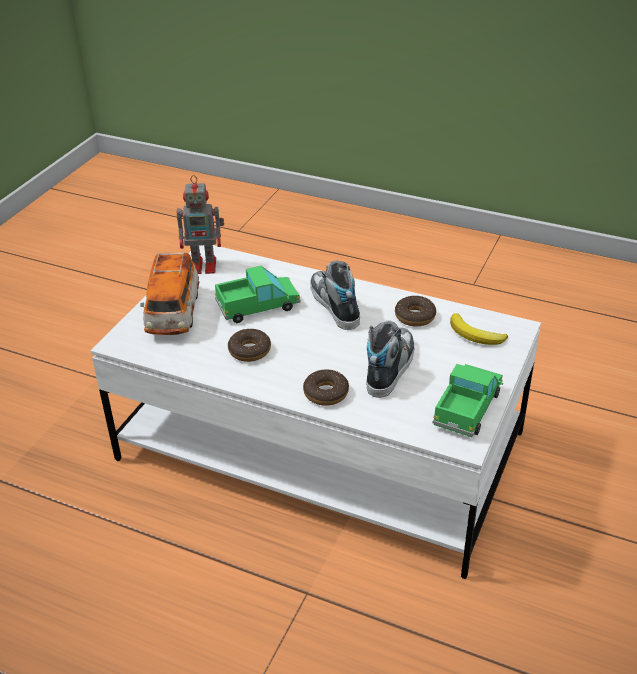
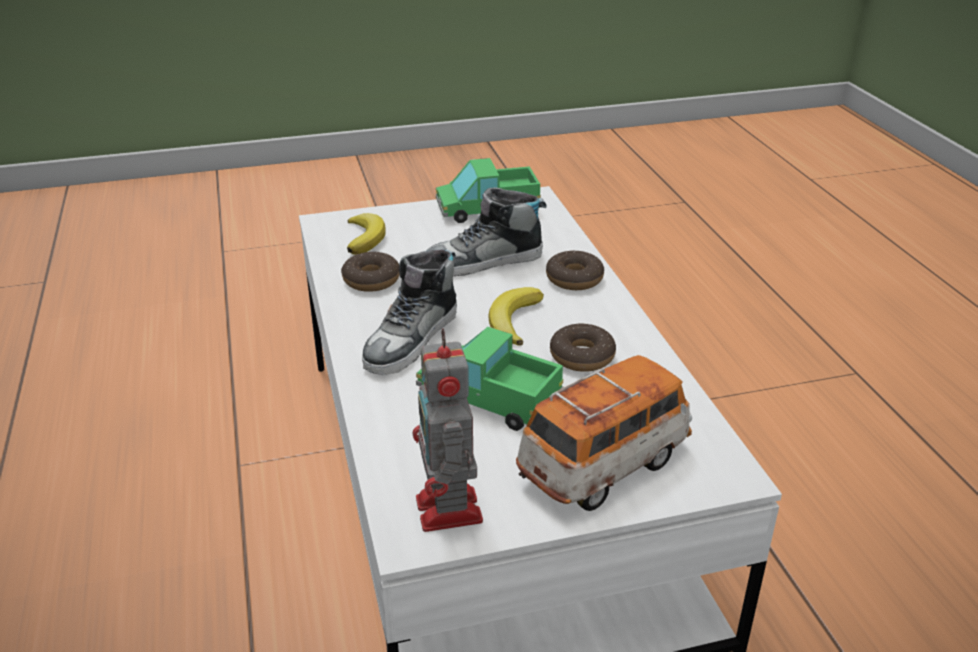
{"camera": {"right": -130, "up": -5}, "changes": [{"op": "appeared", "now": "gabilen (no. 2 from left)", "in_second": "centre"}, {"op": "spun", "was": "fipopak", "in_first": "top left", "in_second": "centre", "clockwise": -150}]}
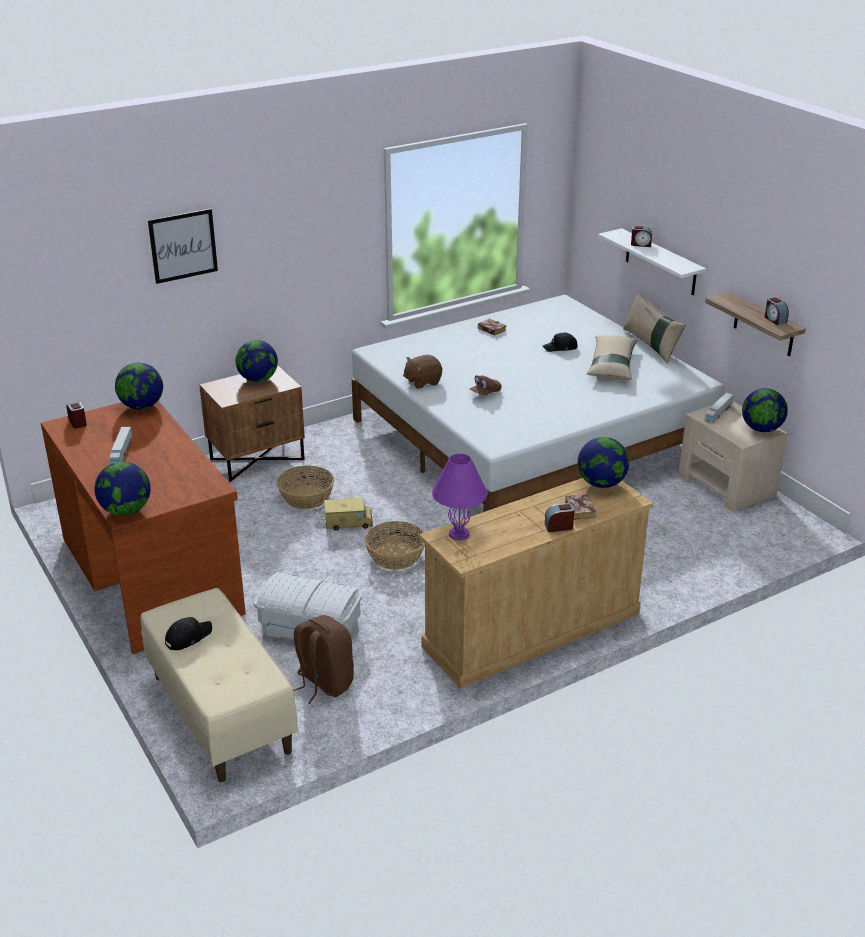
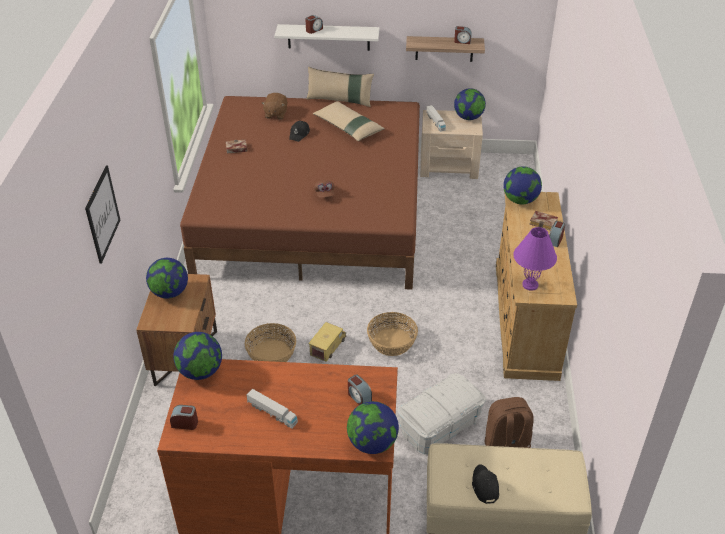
{"camera": {"right": -55, "up": 10}, "changes": [{"op": "appeared", "now": "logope (no. 3 from left)", "in_second": "bottom centre"}, {"op": "relocated", "was": "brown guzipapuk", "in_first": "centre", "in_second": "top centre"}, {"op": "colour", "was": "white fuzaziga", "now": "brown fuzaziga", "in_first": "centre", "in_second": "centre"}]}
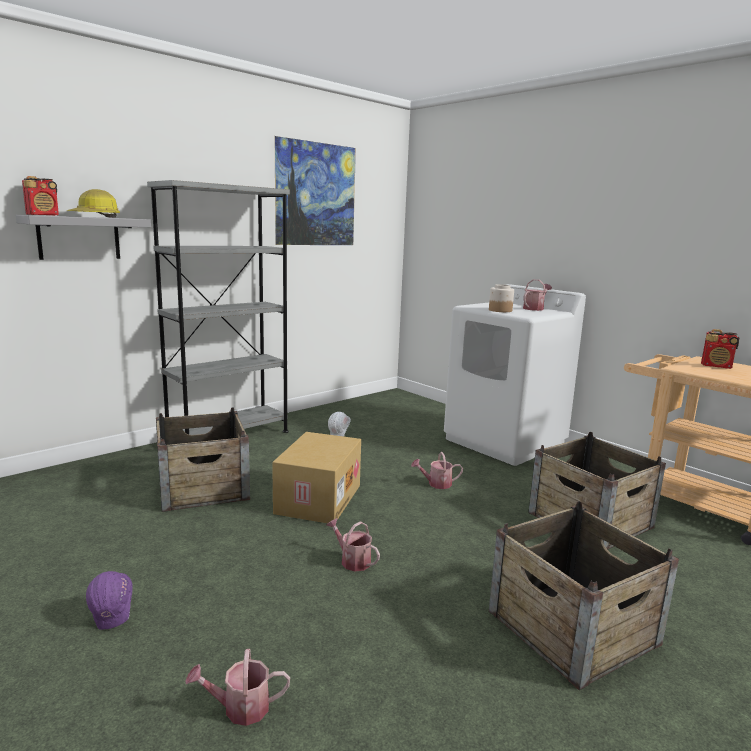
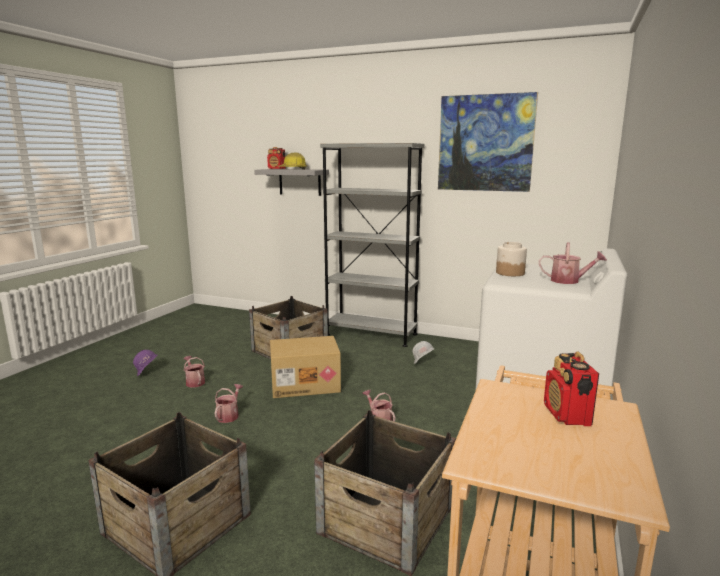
{"camera": {"right": 65, "up": 0}, "changes": [{"op": "relocated", "was": "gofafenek (no. 1 from left)", "in_first": "bottom left", "in_second": "middle left"}]}
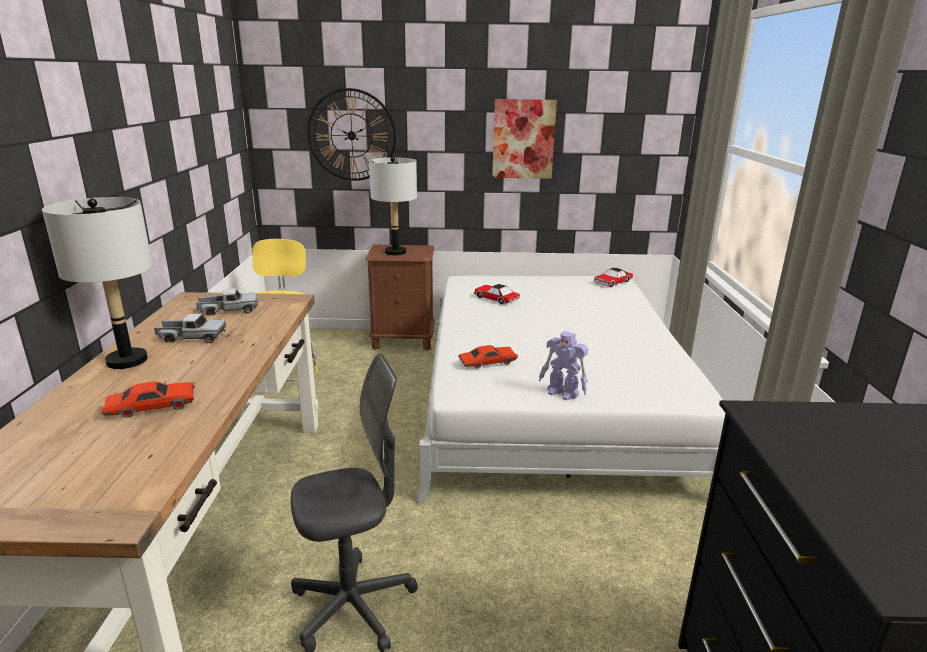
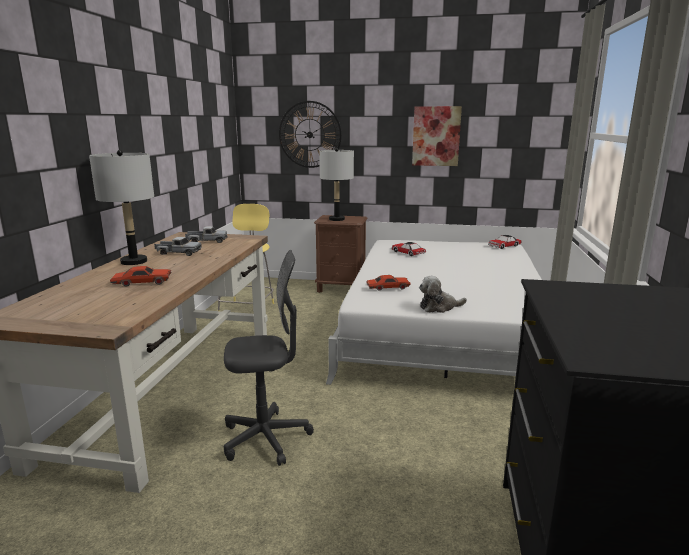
{"camera": {"right": 10, "up": -5}, "changes": [{"op": "exchanged", "was": "fipopak", "now": "guzipapuk", "in_first": "centre", "in_second": "centre"}]}
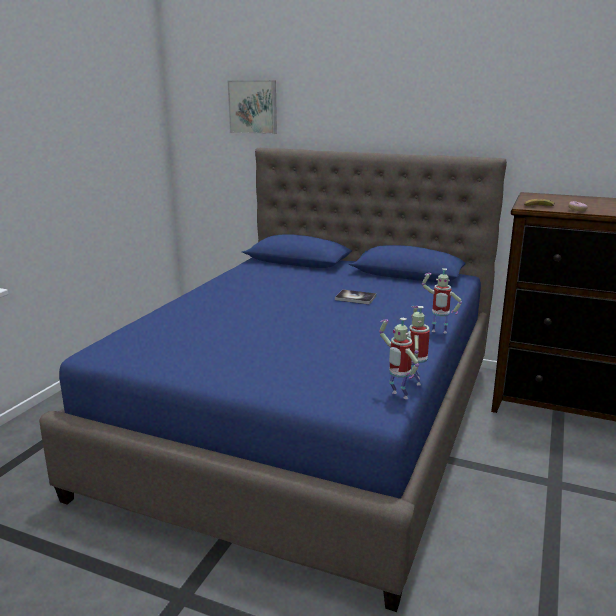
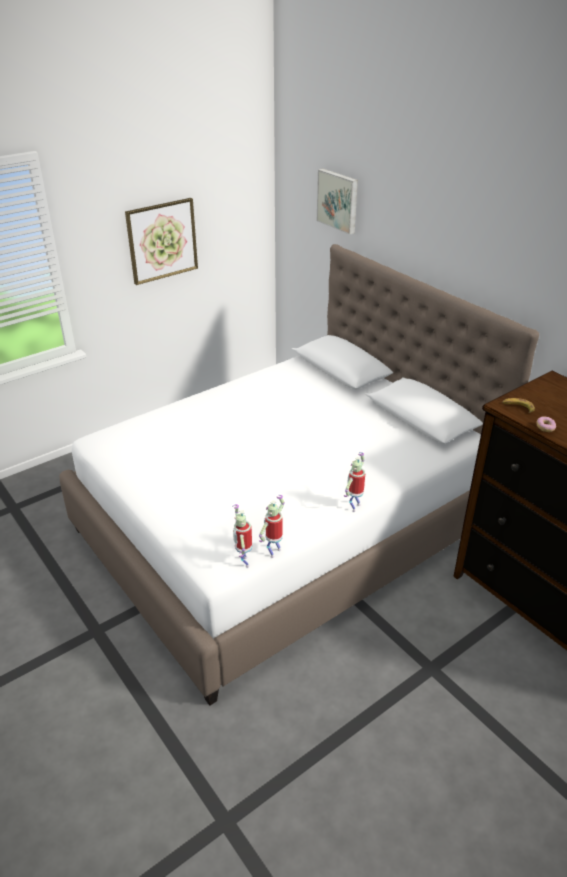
{"camera": {"right": 30, "up": 15}, "changes": [{"op": "missing", "was": "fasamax", "in_first": "centre"}, {"op": "appeared", "now": "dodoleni (no. 1 from left)", "in_second": "top left"}, {"op": "colour", "was": "blue fuzaziga", "now": "white fuzaziga", "in_first": "centre", "in_second": "centre"}, {"op": "spun", "was": "fipopak (no. 3 from left)", "in_first": "middle right", "in_second": "centre", "clockwise": 75}]}
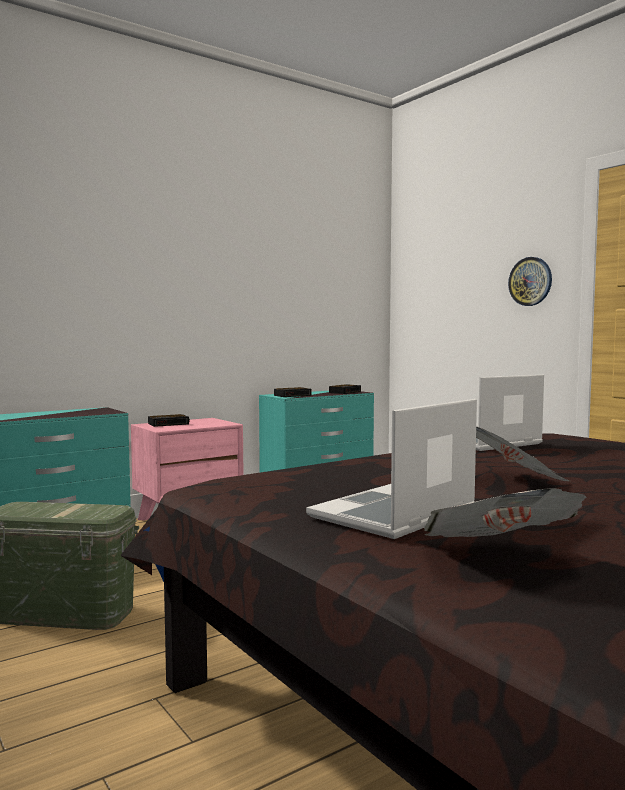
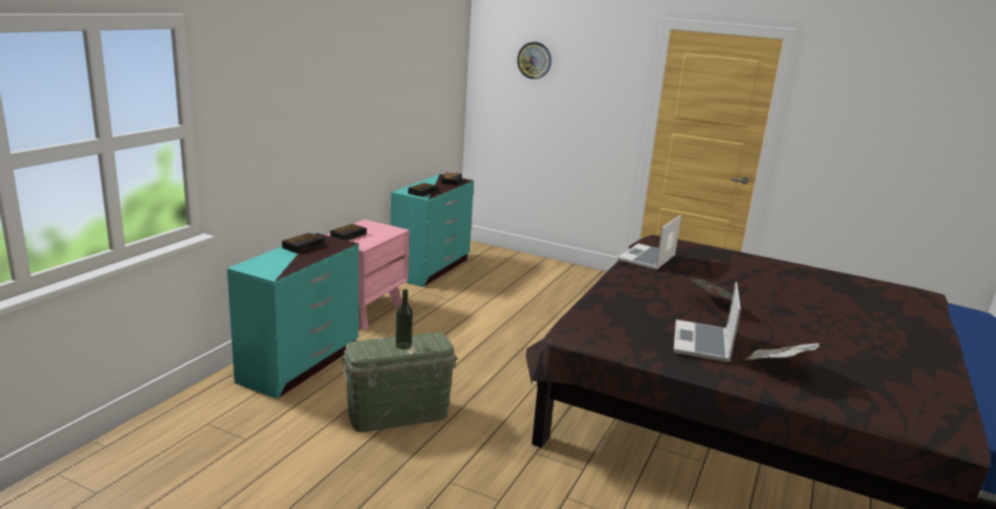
{"camera": {"right": -30, "up": 15}, "changes": [{"op": "appeared", "now": "logope (no. 1 from left)", "in_second": "middle left"}, {"op": "appeared", "now": "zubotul", "in_second": "centre"}, {"op": "relocated", "was": "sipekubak", "in_first": "middle right", "in_second": "top centre"}]}
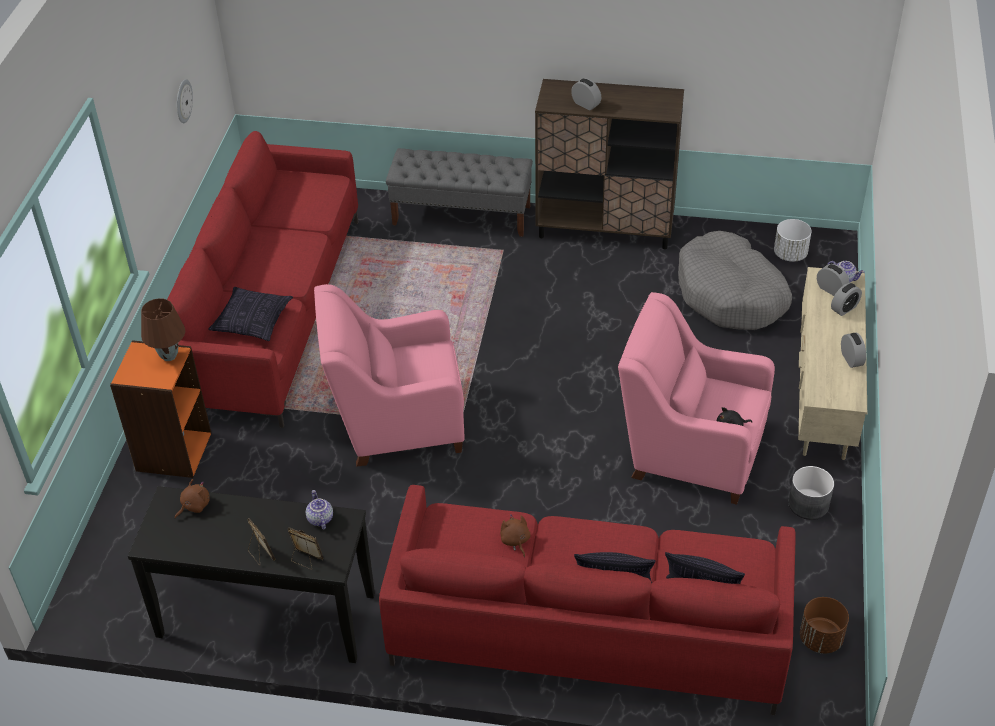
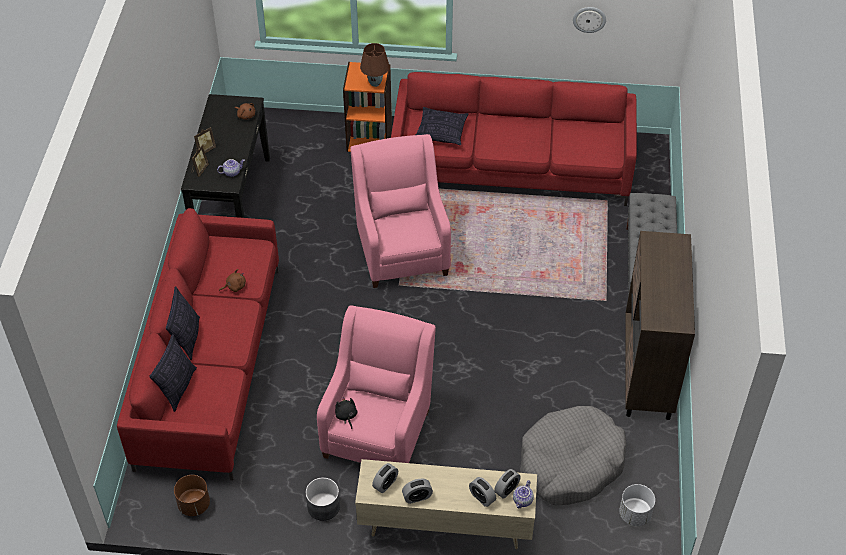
{"camera": {"right": 85, "up": 5}, "changes": [{"op": "relocated", "was": "logope (no. 1 from left)", "in_first": "top centre", "in_second": "bottom centre"}]}
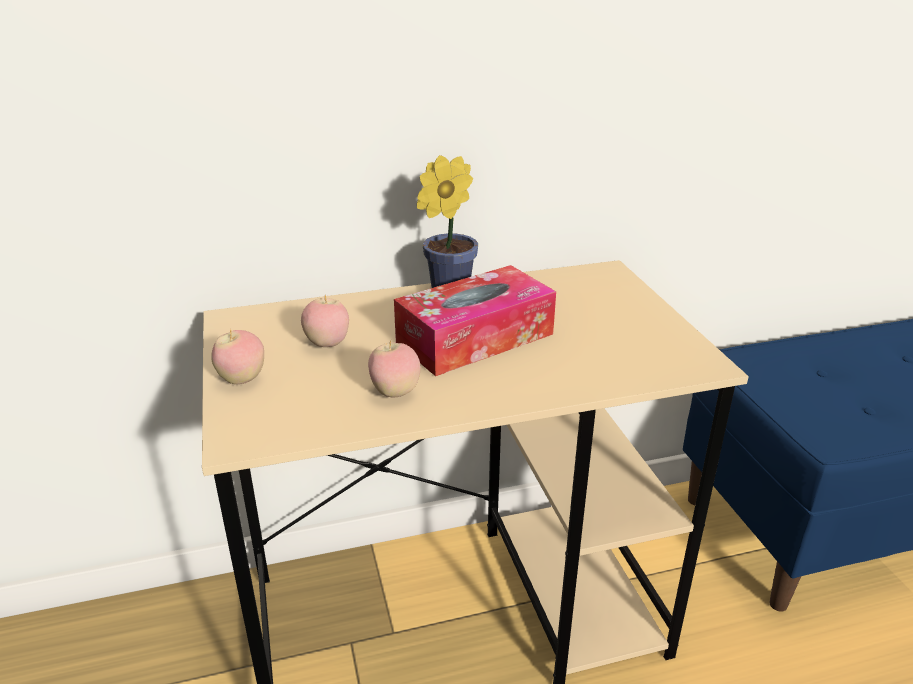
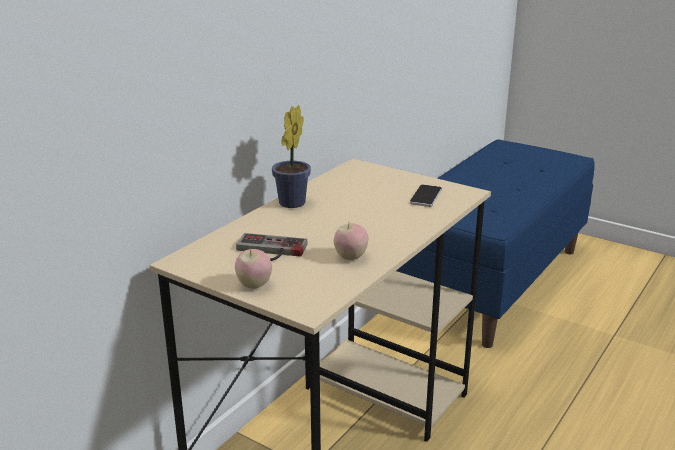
{"camera": {"right": -40, "up": -5}, "changes": [{"op": "missing", "was": "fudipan", "in_first": "centre"}, {"op": "appeared", "now": "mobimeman", "in_second": "centre"}, {"op": "exchanged", "was": "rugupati (no. 2 from left)", "now": "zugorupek", "in_first": "centre", "in_second": "centre"}]}
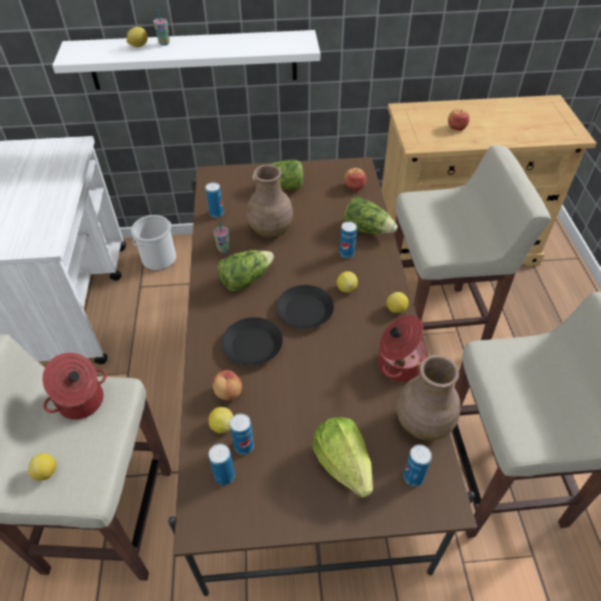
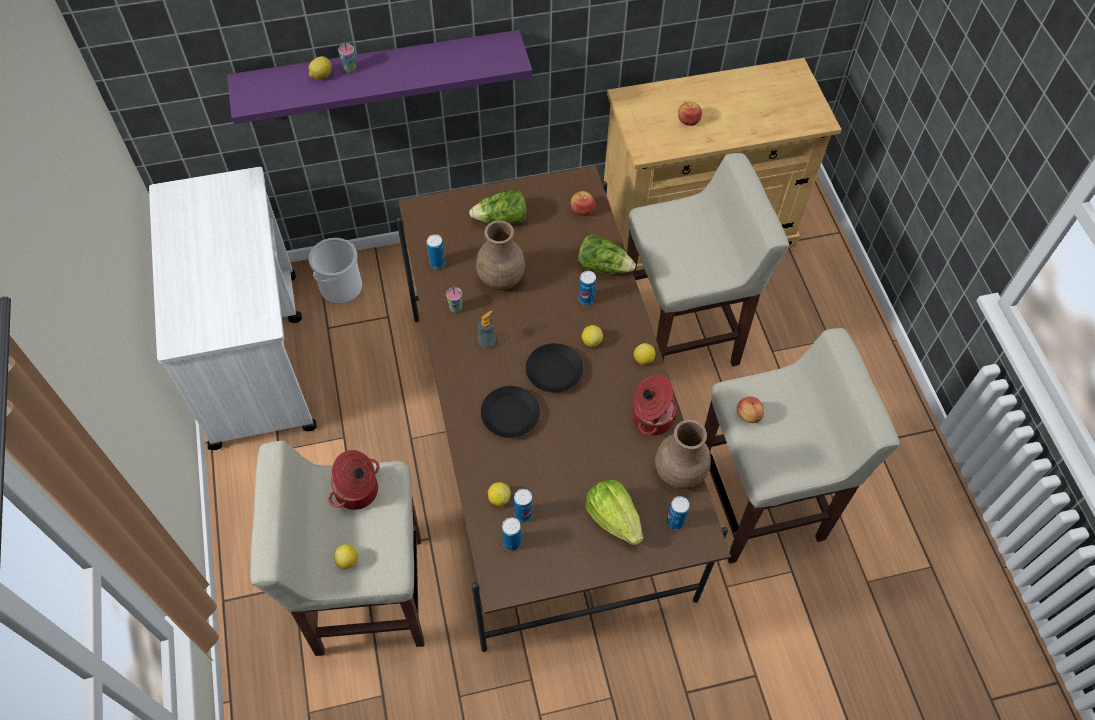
{"camera": {"right": -10, "up": 10}, "changes": [{"op": "relocated", "was": "rugupati (no. 1 from left in the first image)", "now": "rugupati (no. 3 from left)", "in_first": "centre", "in_second": "middle right"}, {"op": "exchanged", "was": "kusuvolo (no. 1 from left)", "now": "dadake", "in_first": "centre", "in_second": "centre"}, {"op": "colour", "was": "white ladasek", "now": "purple ladasek", "in_first": "top left", "in_second": "top centre"}]}
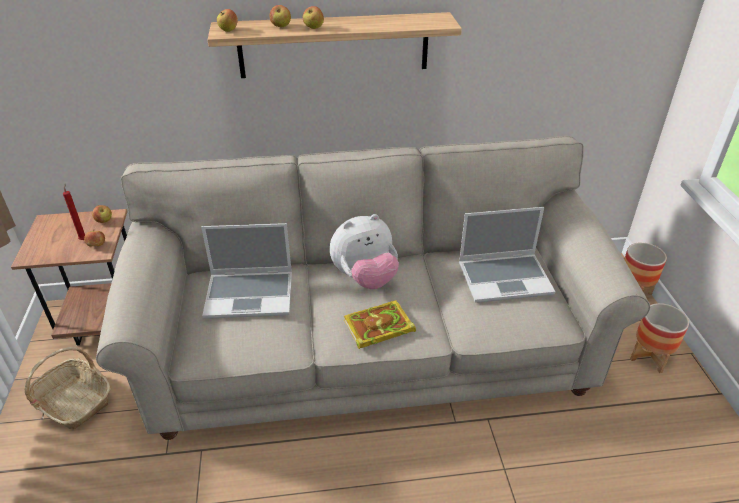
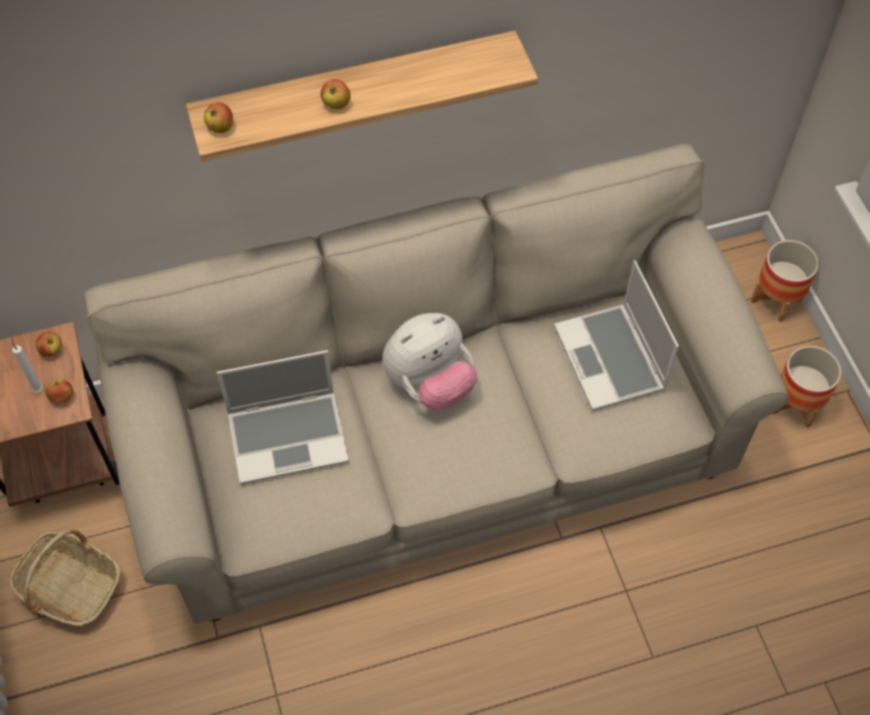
{"camera": {"right": -10, "up": 20}, "changes": [{"op": "missing", "was": "rugupati (no. 4 from left)", "in_first": "top centre"}, {"op": "missing", "was": "fasamax", "in_first": "centre"}, {"op": "colour", "was": "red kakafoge", "now": "white kakafoge", "in_first": "middle left", "in_second": "middle left"}, {"op": "spun", "was": "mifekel (no. 2 from left)", "in_first": "middle right", "in_second": "middle right", "clockwise": 90}]}
